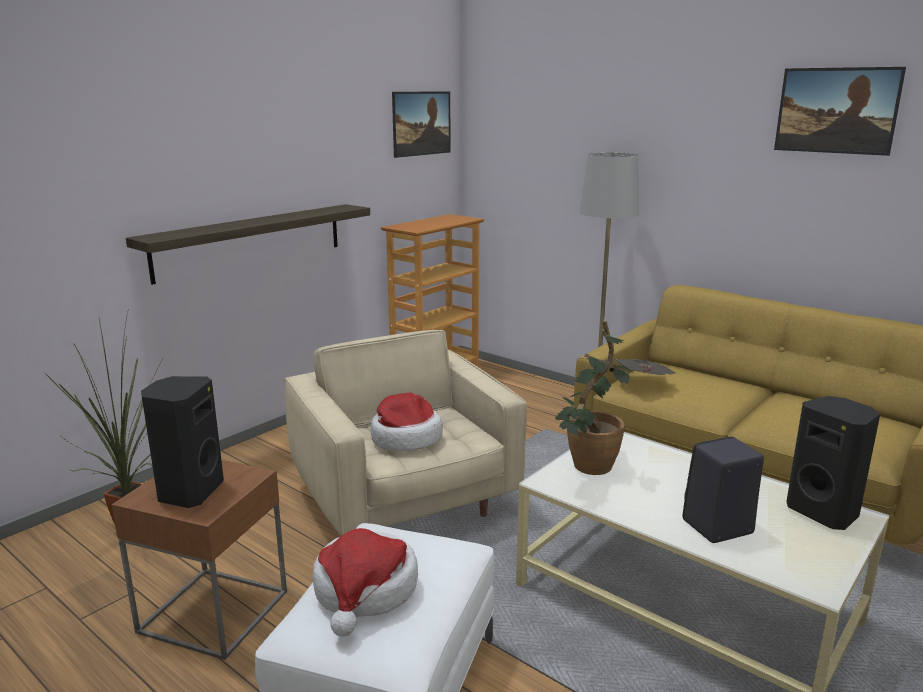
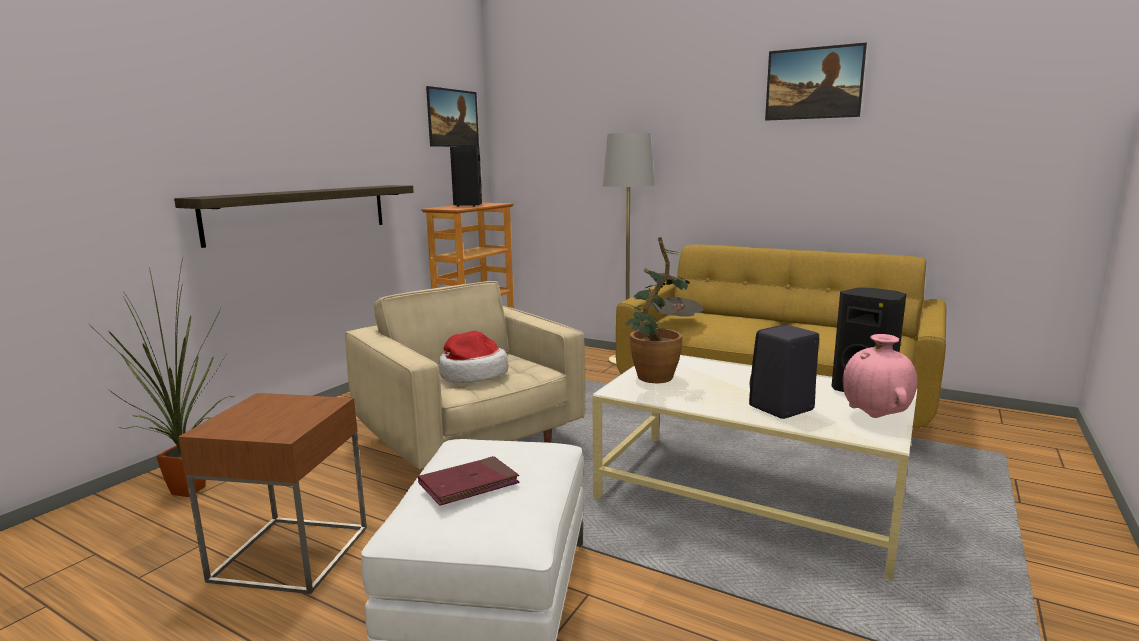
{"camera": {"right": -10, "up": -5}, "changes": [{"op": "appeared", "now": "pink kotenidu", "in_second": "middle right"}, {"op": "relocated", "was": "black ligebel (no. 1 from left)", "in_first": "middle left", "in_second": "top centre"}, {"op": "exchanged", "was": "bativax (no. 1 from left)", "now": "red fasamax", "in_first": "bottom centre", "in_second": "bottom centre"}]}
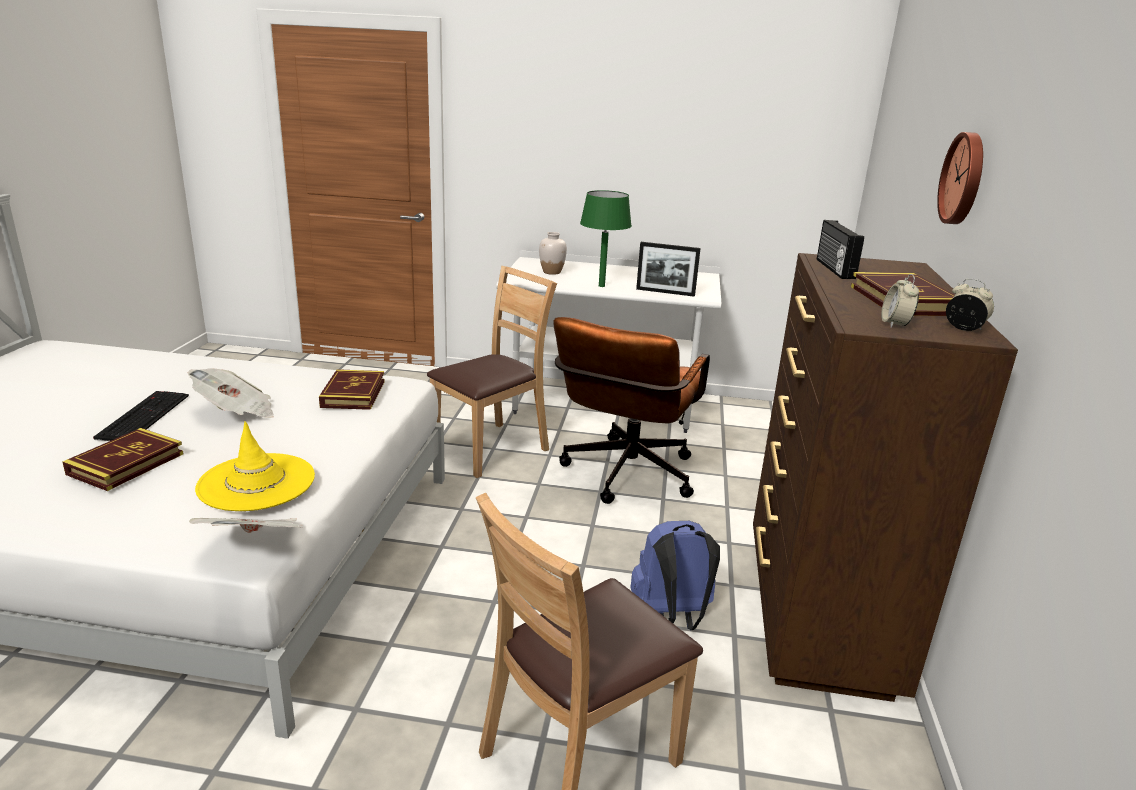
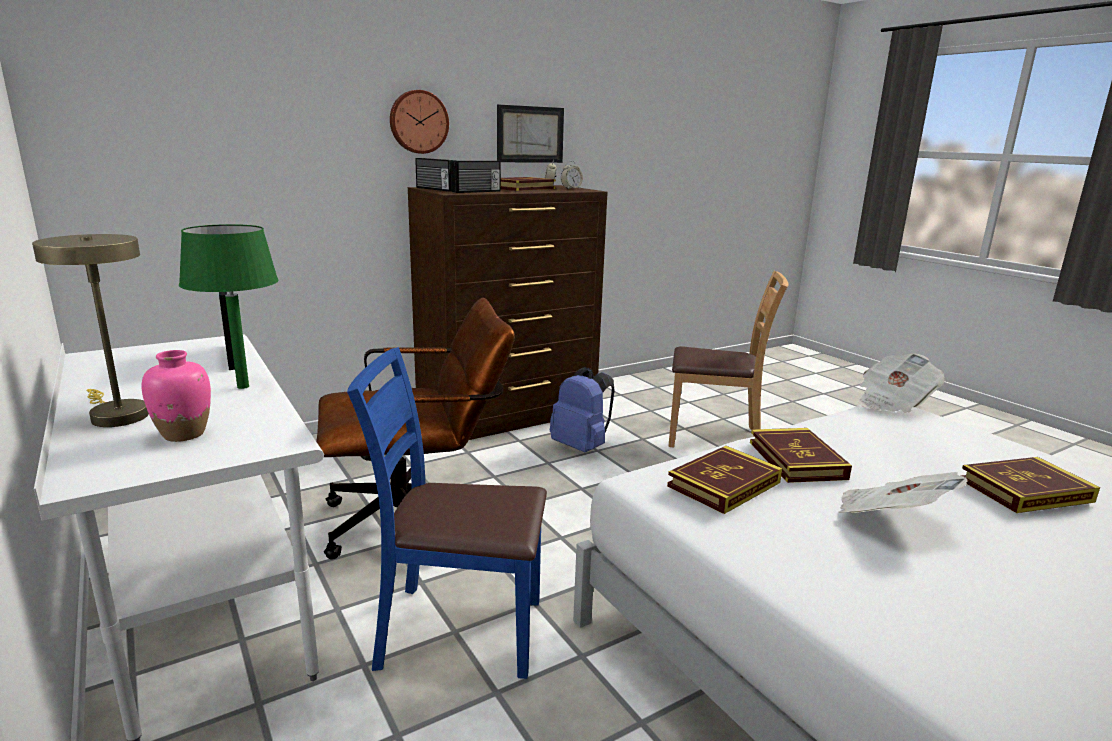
{"camera": {"right": -130, "up": -5}, "changes": [{"op": "missing", "was": "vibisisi", "in_first": "middle left"}, {"op": "missing", "was": "yellow bativax", "in_first": "middle left"}, {"op": "appeared", "now": "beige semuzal", "in_second": "middle left"}, {"op": "appeared", "now": "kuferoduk (no. 1 from left)", "in_second": "top centre"}, {"op": "appeared", "now": "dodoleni", "in_second": "top centre"}, {"op": "appeared", "now": "fasamax (no. 3 from left)", "in_second": "middle right"}, {"op": "colour", "was": "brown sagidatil (no. 1 from left)", "now": "blue sagidatil", "in_first": "centre", "in_second": "bottom centre"}, {"op": "colour", "was": "white kotenidu", "now": "pink kotenidu", "in_first": "top centre", "in_second": "middle left"}]}
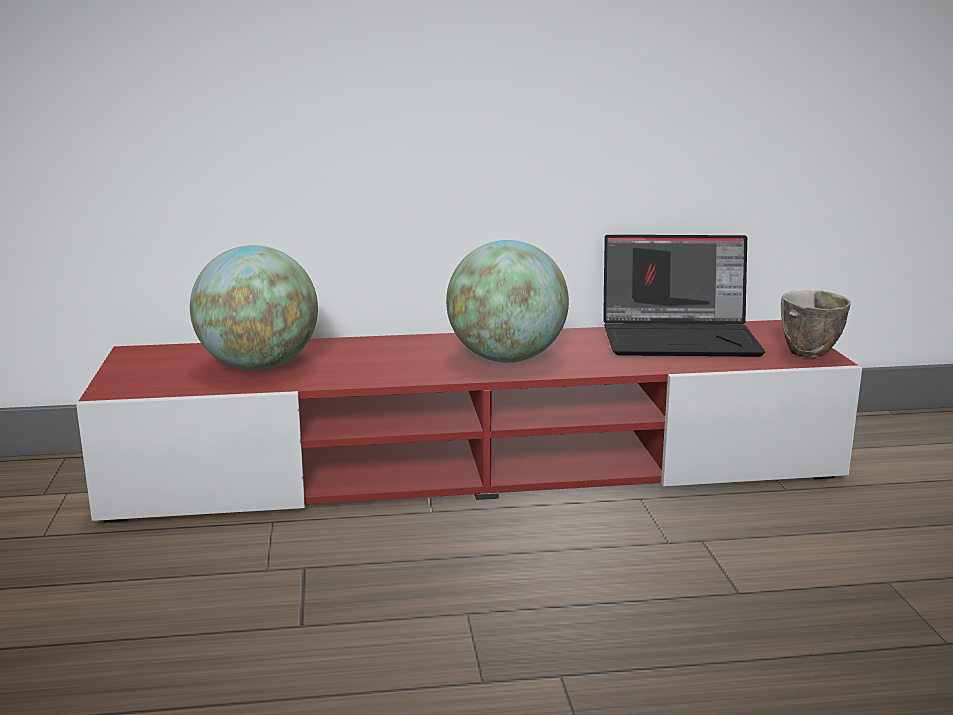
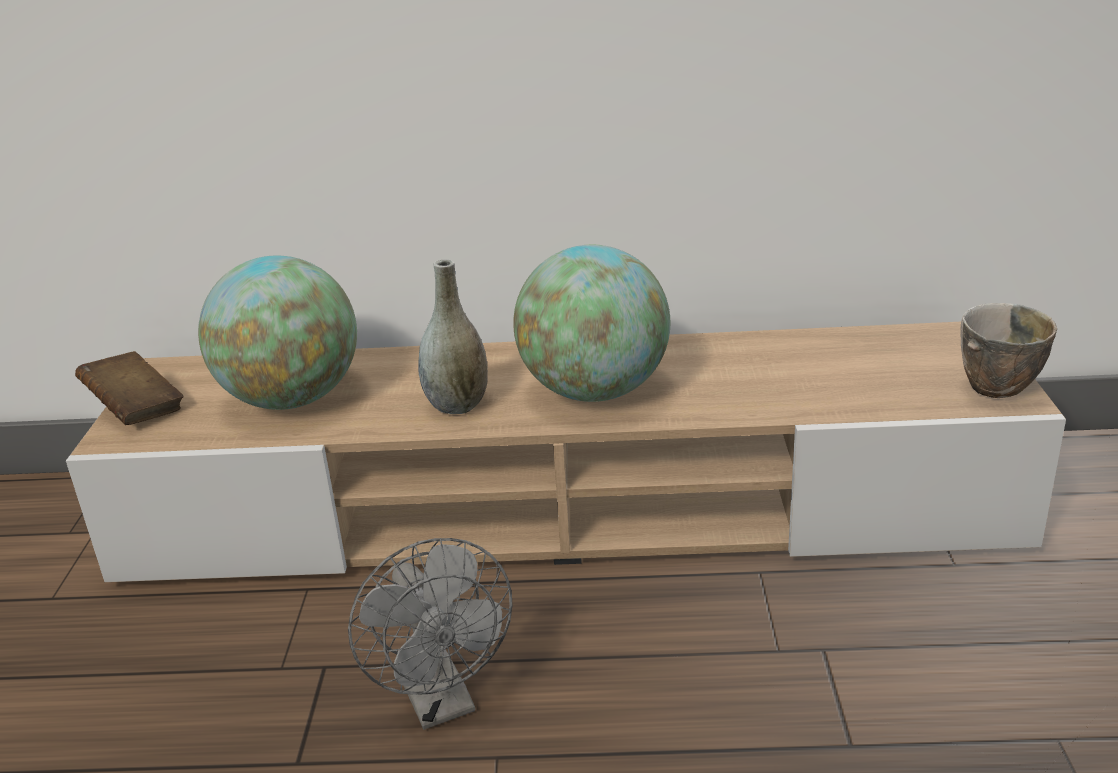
{"camera": {"right": 10, "up": 10}, "changes": [{"op": "missing", "was": "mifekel", "in_first": "middle right"}, {"op": "appeared", "now": "brown fasamax", "in_second": "middle left"}, {"op": "appeared", "now": "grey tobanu", "in_second": "bottom centre"}, {"op": "appeared", "now": "grey kotenidu", "in_second": "centre"}, {"op": "colour", "was": "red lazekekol", "now": "beige lazekekol", "in_first": "centre", "in_second": "centre"}]}
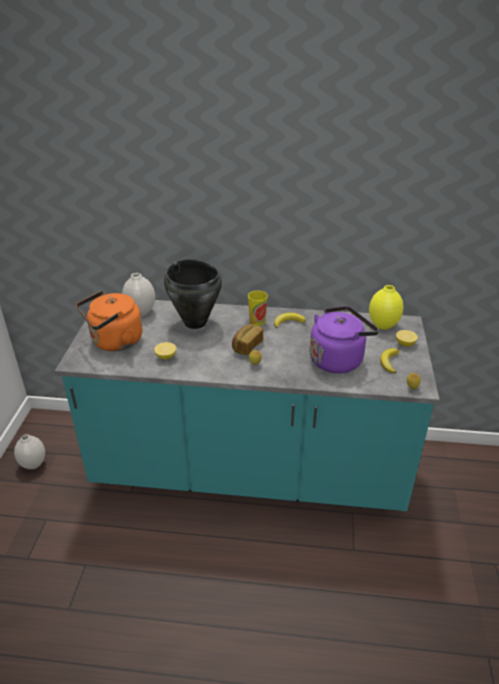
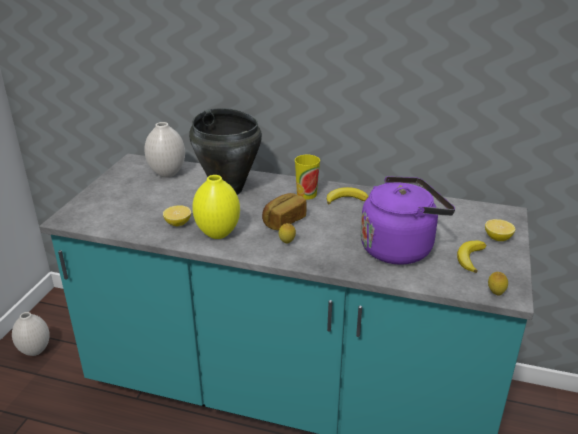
{"camera": {"right": 10, "up": -5}, "changes": [{"op": "missing", "was": "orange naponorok", "in_first": "middle left"}, {"op": "relocated", "was": "yellow kotenidu", "in_first": "middle right", "in_second": "centre"}]}
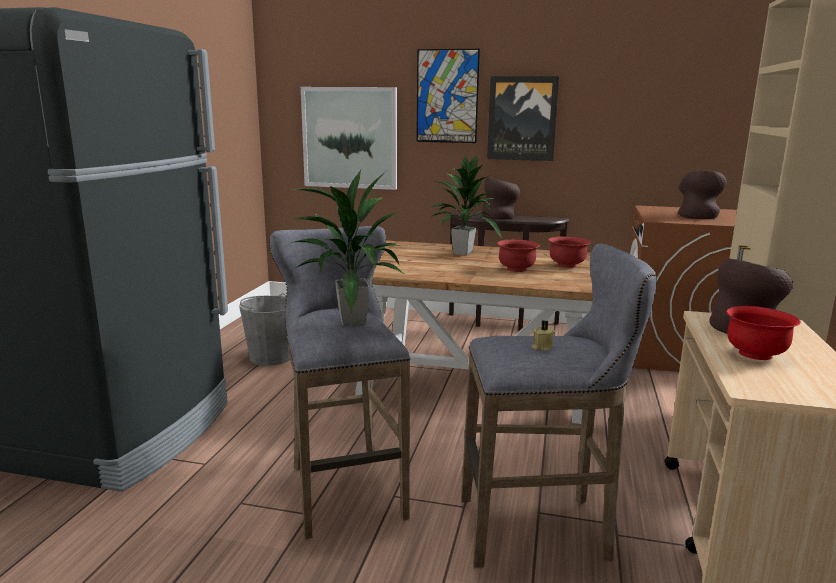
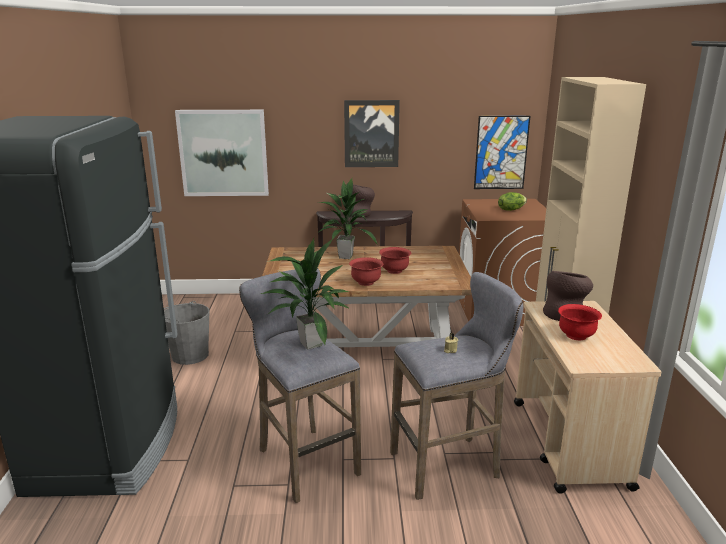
{"camera": {"right": -15, "up": 5}, "changes": [{"op": "relocated", "was": "dodoleni (no. 2 from left in the first image)", "now": "dodoleni (no. 3 from left)", "in_first": "top centre", "in_second": "top right"}, {"op": "relocated", "was": "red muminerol (no. 2 from left in the first image)", "now": "red muminerol (no. 1 from left)", "in_first": "middle right", "in_second": "centre"}, {"op": "exchanged", "was": "brown kotenidu (no. 2 from left)", "now": "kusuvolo", "in_first": "top right", "in_second": "middle right"}]}
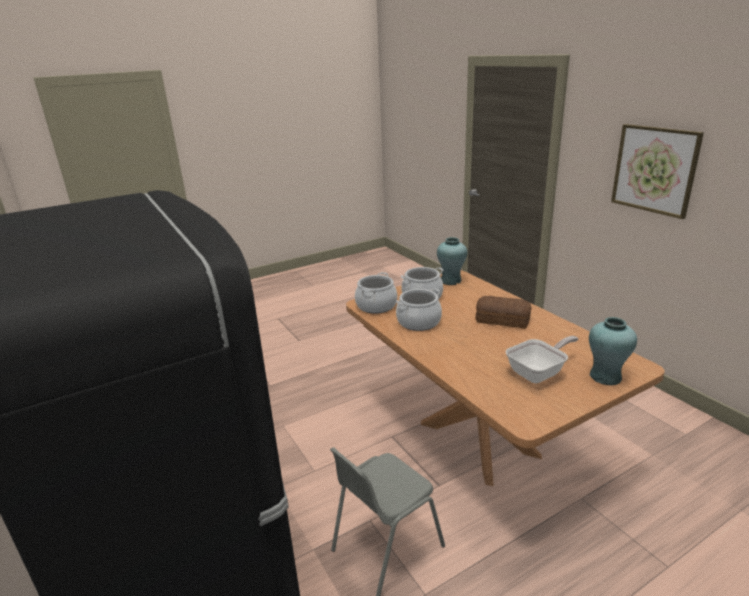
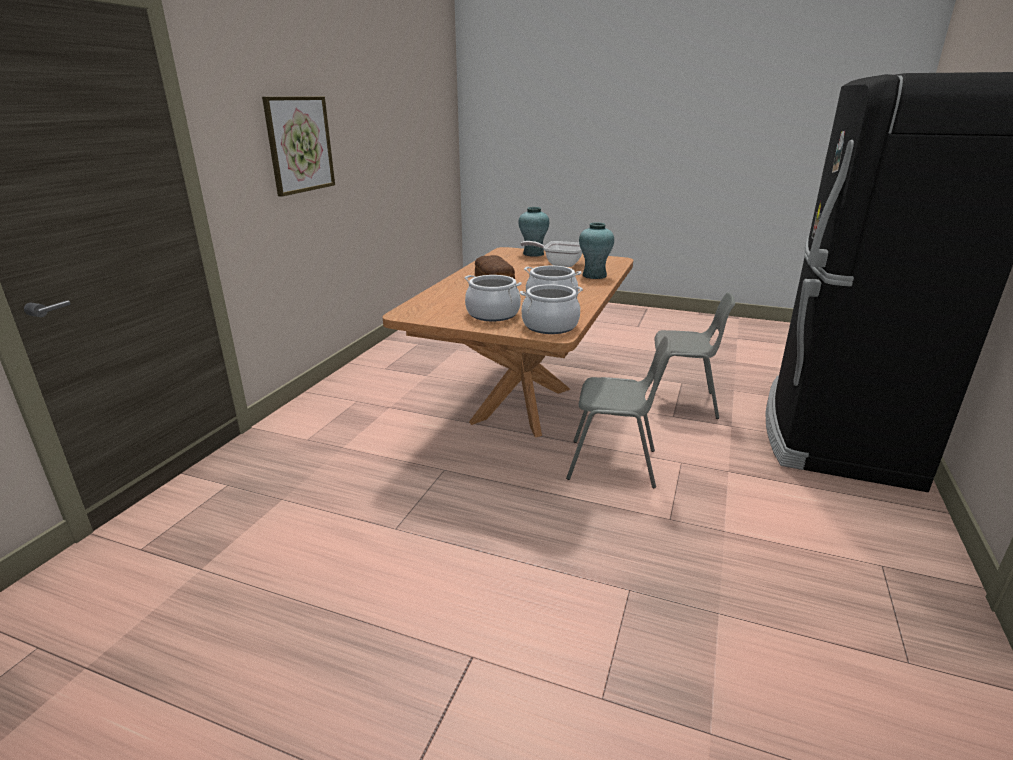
{"camera": {"right": -130, "up": 0}, "changes": [{"op": "appeared", "now": "grey sagidatil (no. 1 from left)", "in_second": "centre"}, {"op": "relocated", "was": "turquoise kotenidu (no. 1 from left in the first image)", "now": "turquoise kotenidu (no. 2 from left)", "in_first": "centre", "in_second": "top centre"}]}
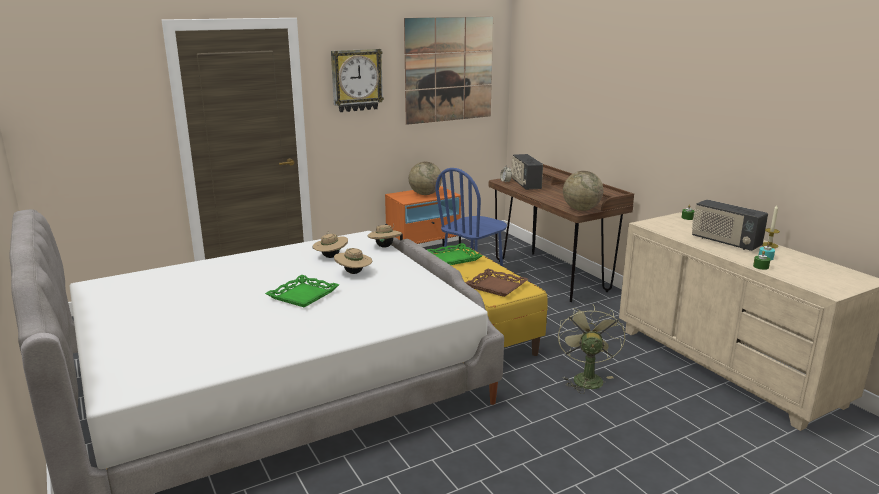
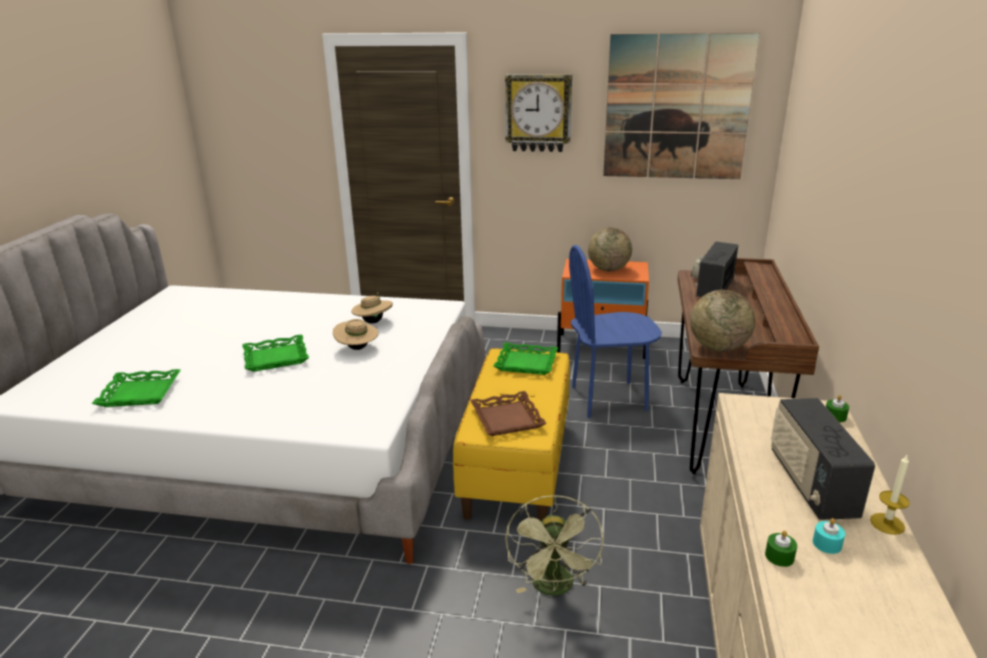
{"camera": {"right": 40, "up": 5}, "changes": [{"op": "missing", "was": "beige bativax (no. 3 from left)", "in_first": "centre"}, {"op": "appeared", "now": "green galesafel (no. 1 from left)", "in_second": "middle left"}, {"op": "spun", "was": "green tobanu", "in_first": "bottom right", "in_second": "bottom centre", "clockwise": 135}]}
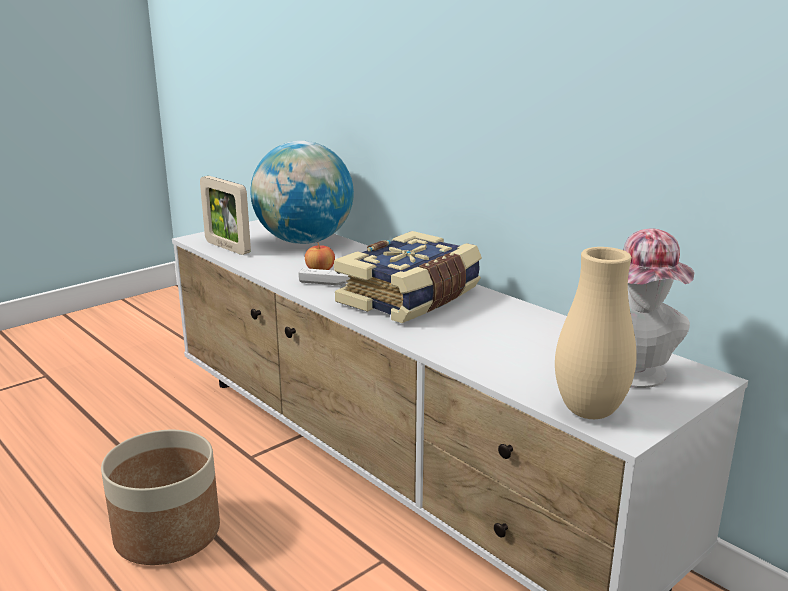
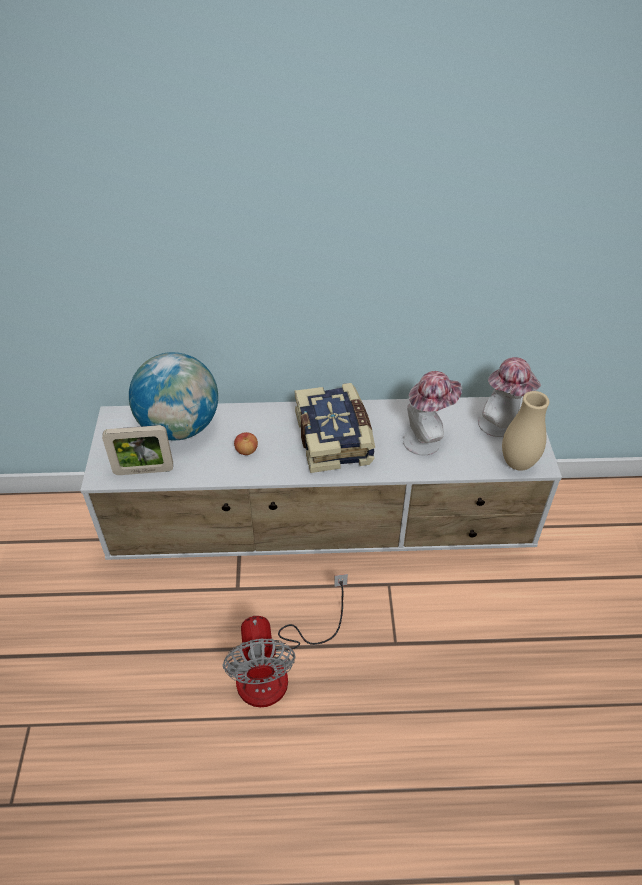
{"camera": {"right": -50, "up": 25}, "changes": [{"op": "missing", "was": "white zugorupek", "in_first": "centre"}, {"op": "appeared", "now": "bativax (no. 1 from left)", "in_second": "middle right"}, {"op": "exchanged", "was": "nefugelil", "now": "tobanu", "in_first": "bottom left", "in_second": "bottom centre"}]}
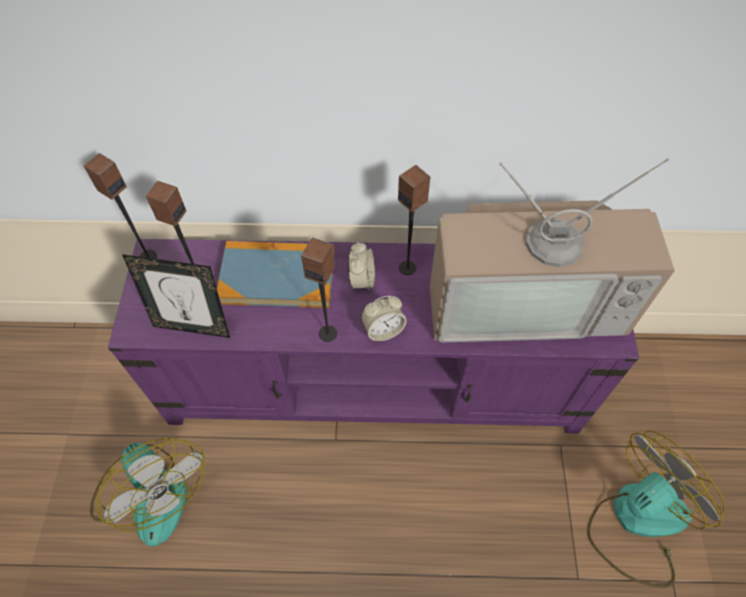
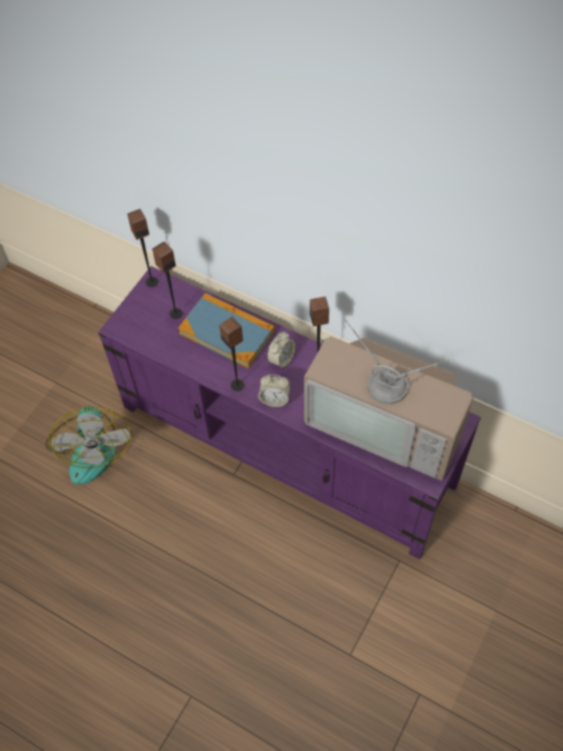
{"camera": {"right": 30, "up": 0}, "changes": [{"op": "missing", "was": "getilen", "in_first": "middle left"}, {"op": "missing", "was": "tobanu (no. 2 from left)", "in_first": "bottom right"}]}
